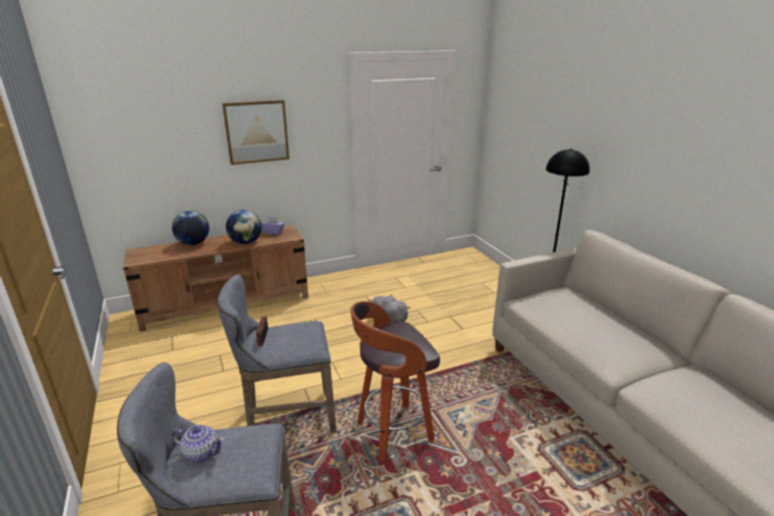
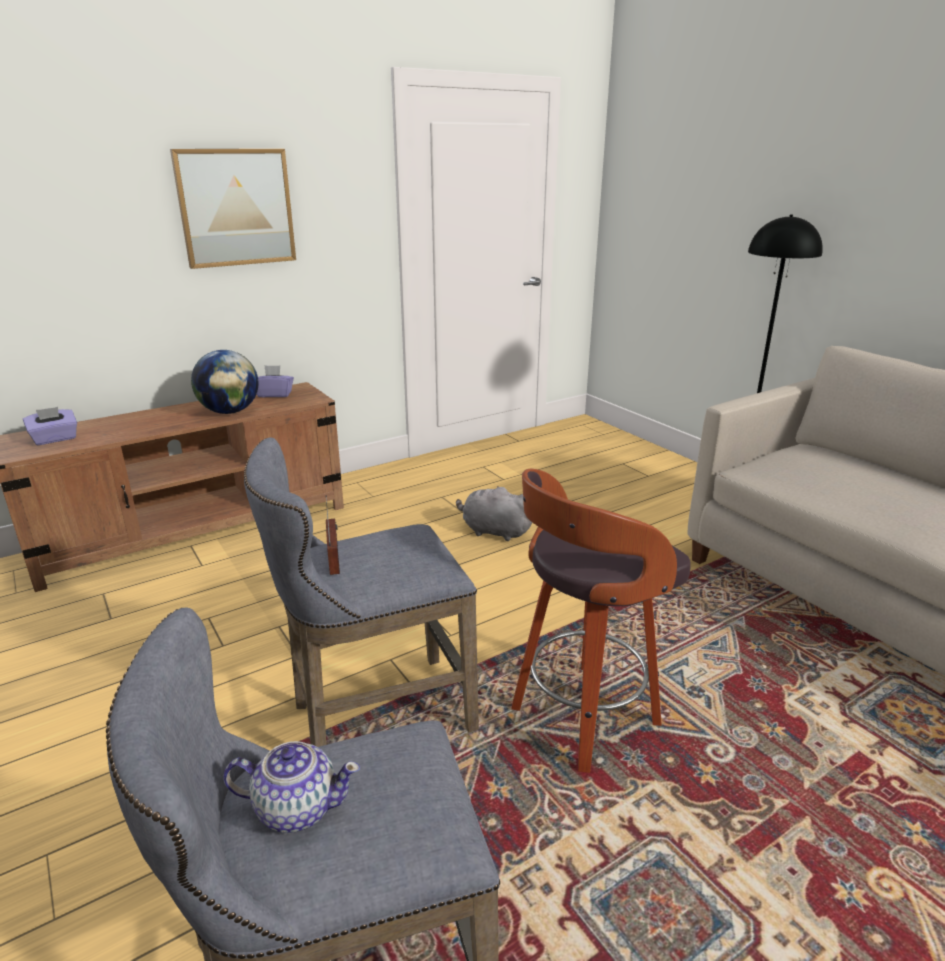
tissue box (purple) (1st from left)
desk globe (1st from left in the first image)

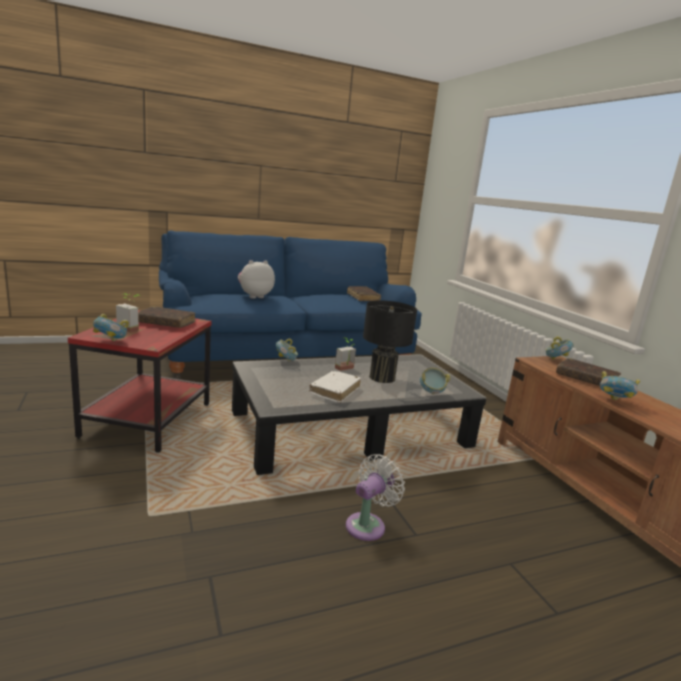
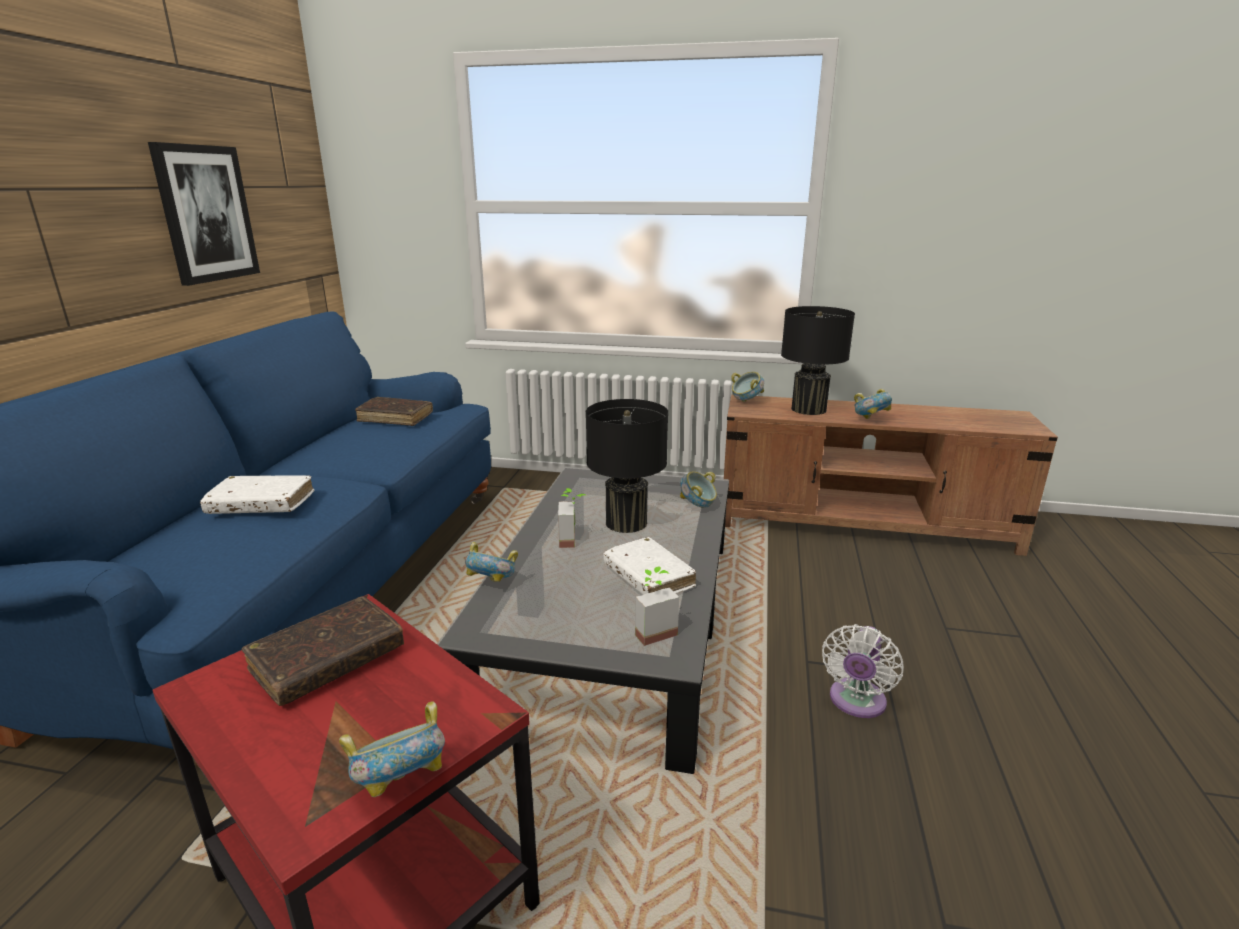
picture
volume (white) (1st from left)
potted plant (2nd from left)
tabletop lamp (blackish) (2nd from left)
electric fan (white)

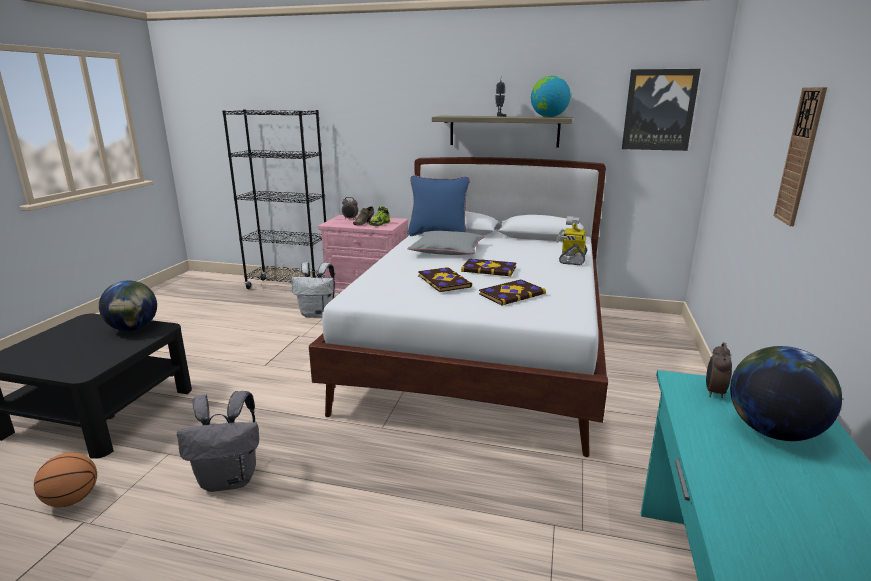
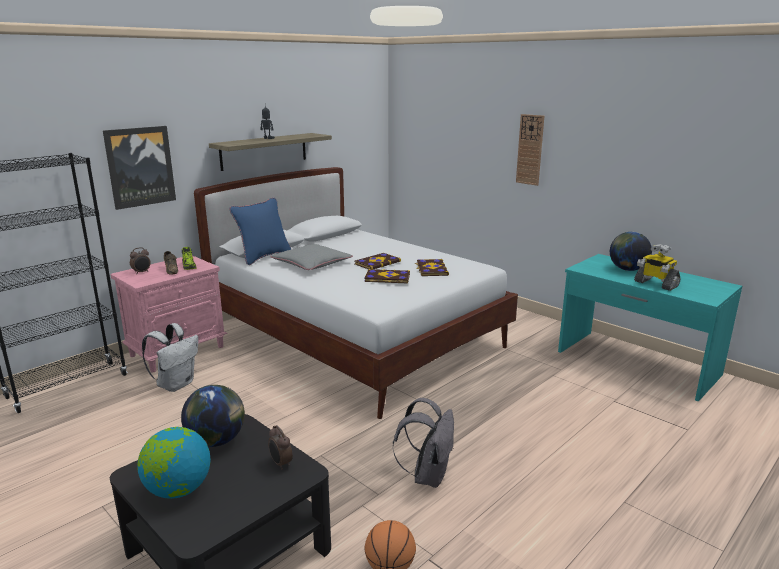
picture
desk globe (1st from left)
table clock (2nd from left)
toy robot (2nd from left)

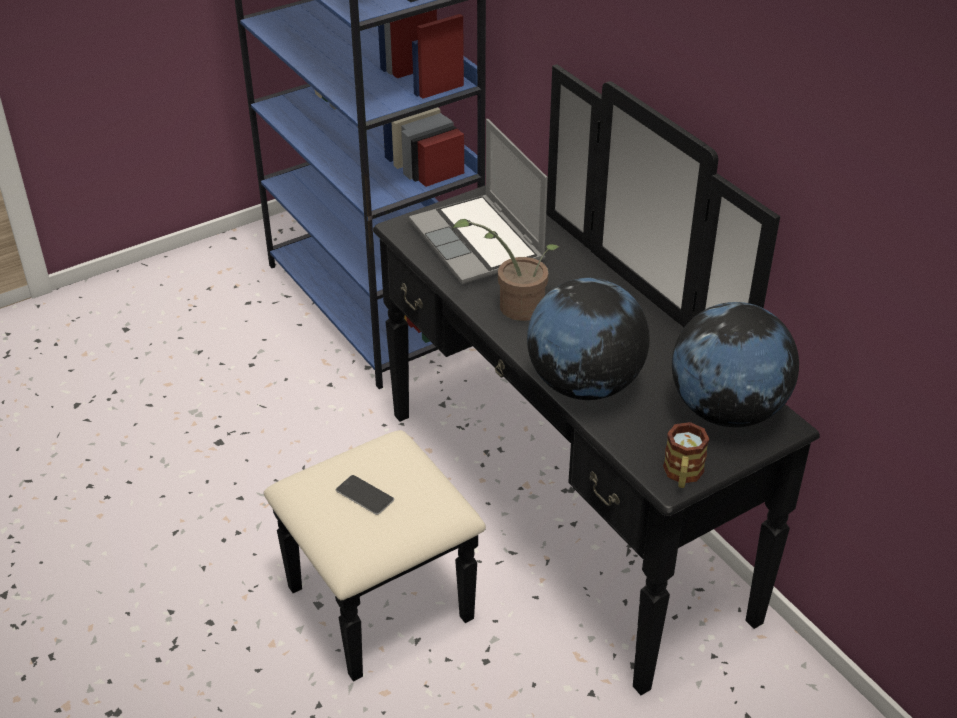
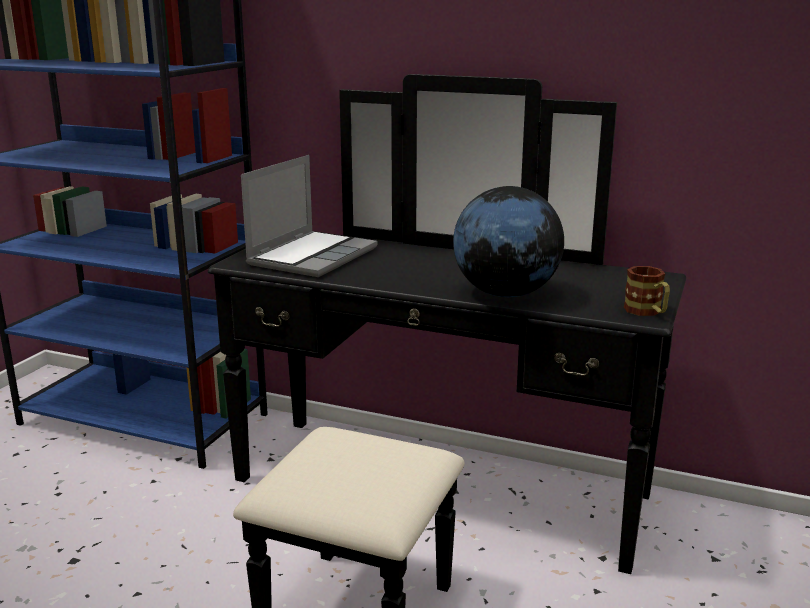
portable computer
handset
potted plant
desk globe (2nd from left in the first image)

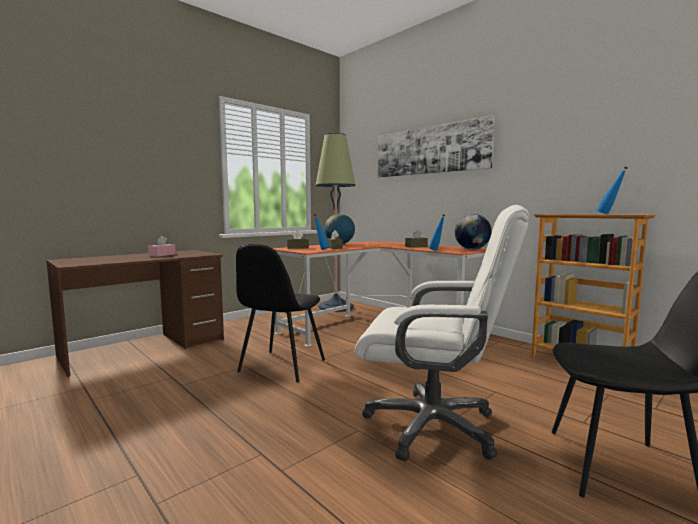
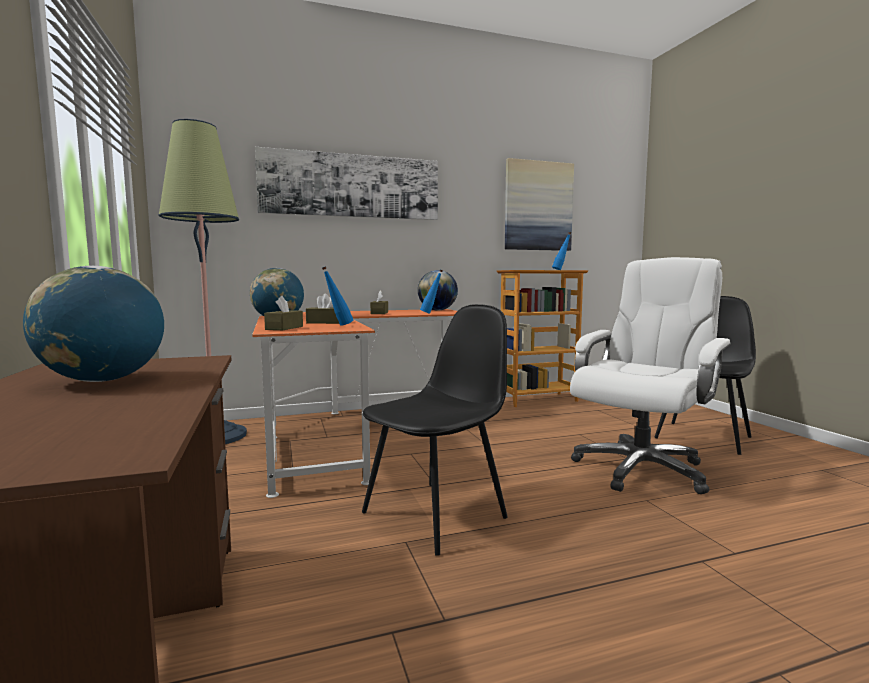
desk globe (1st from left)
upright chair (blackish) (1st from left)
picture (2nd from left)

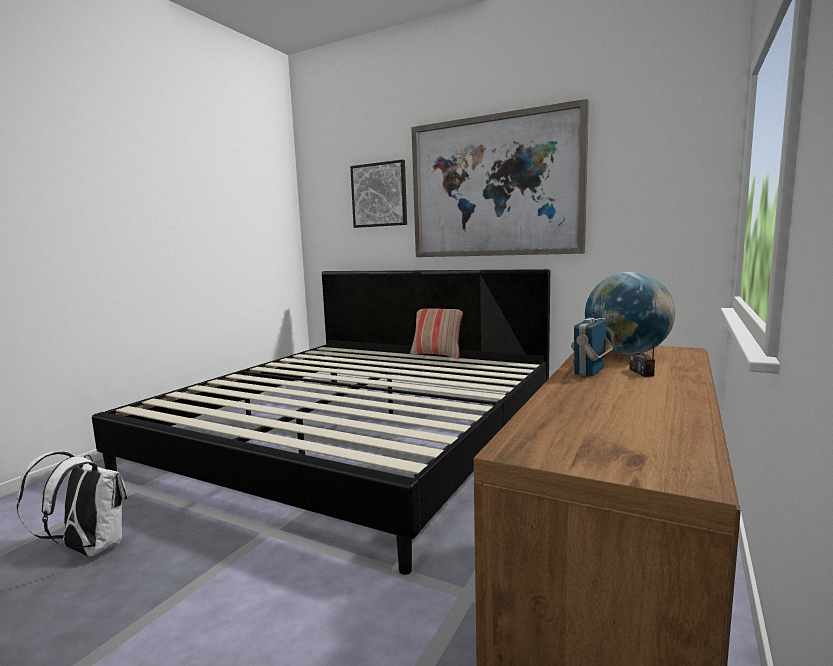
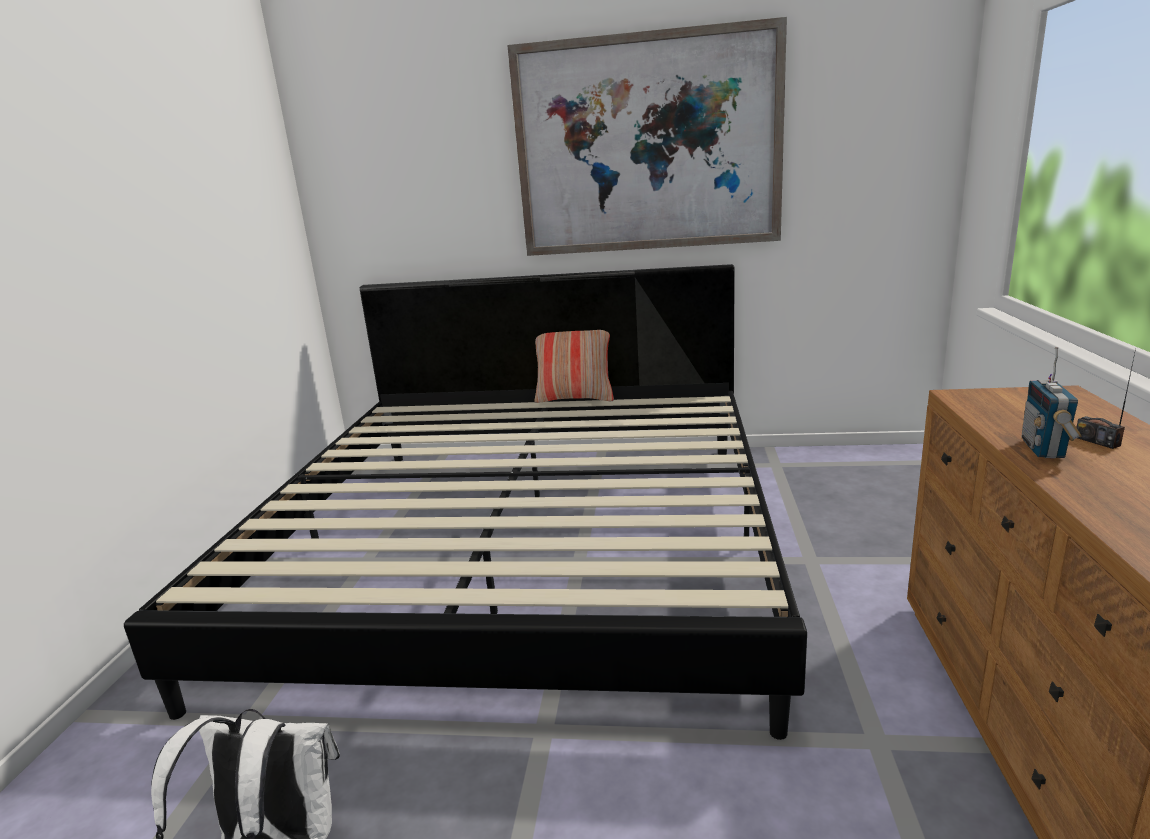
picture (1st from left in the first image)
desk globe

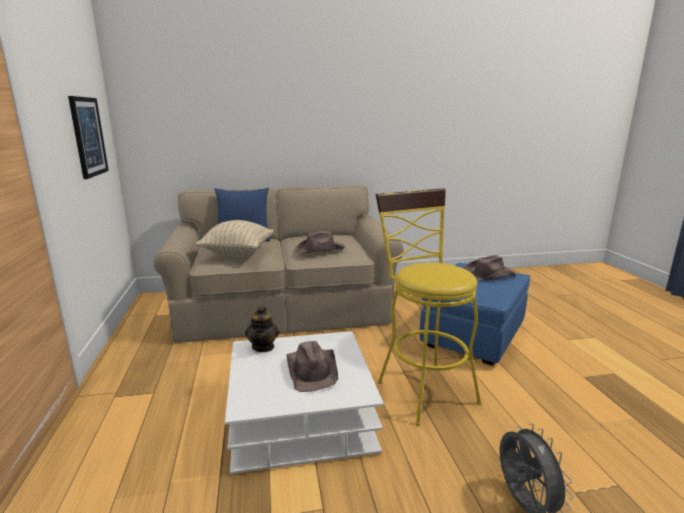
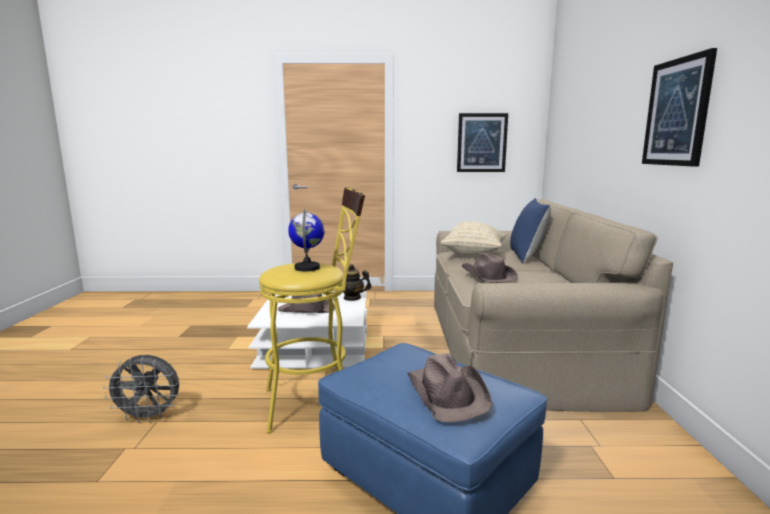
desk globe
picture (2nd from left)

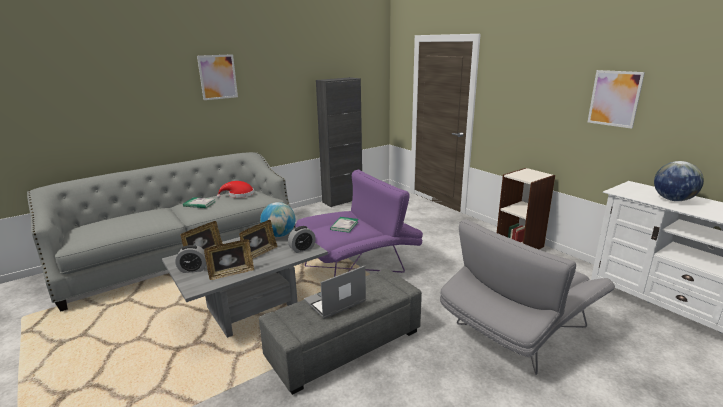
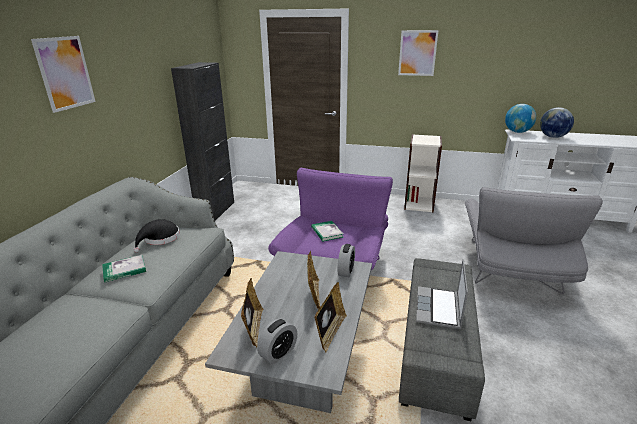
clothing hat (blackish)
picture (2nd from left)
desk globe (1st from left)

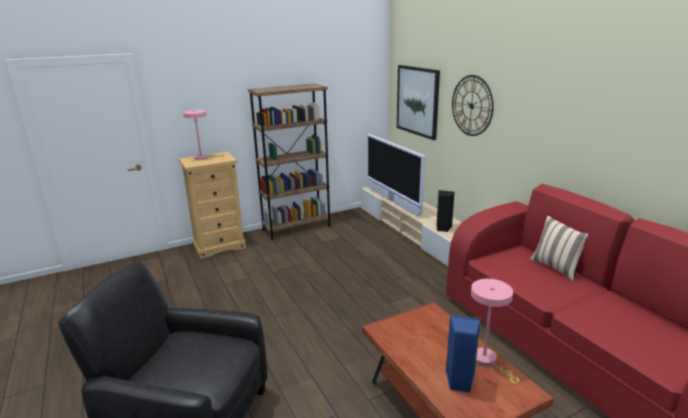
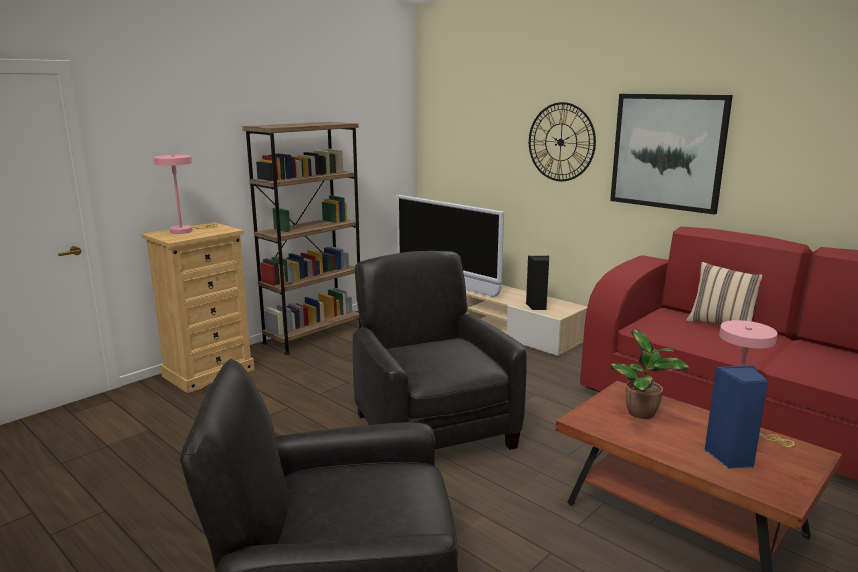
lounge chair (blackish) (2nd from left)
picture
potted plant

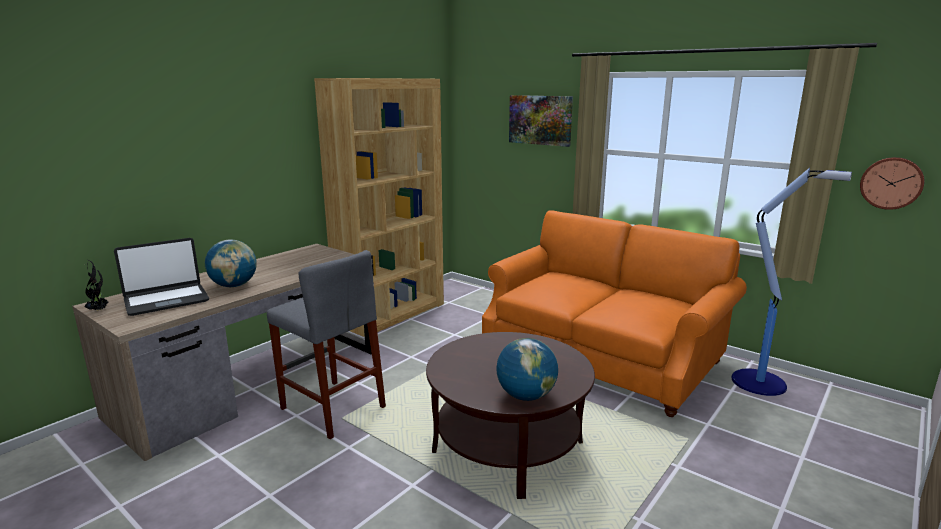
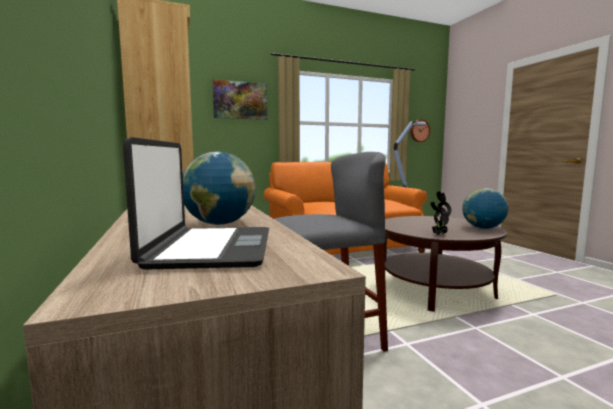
potted plant

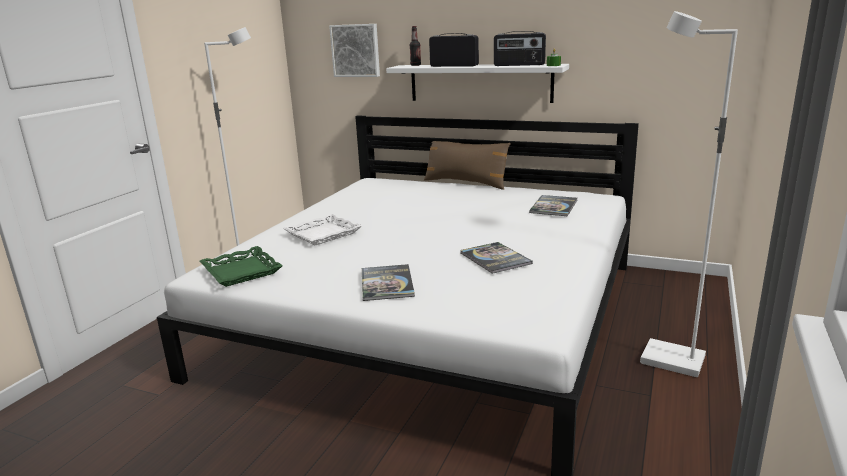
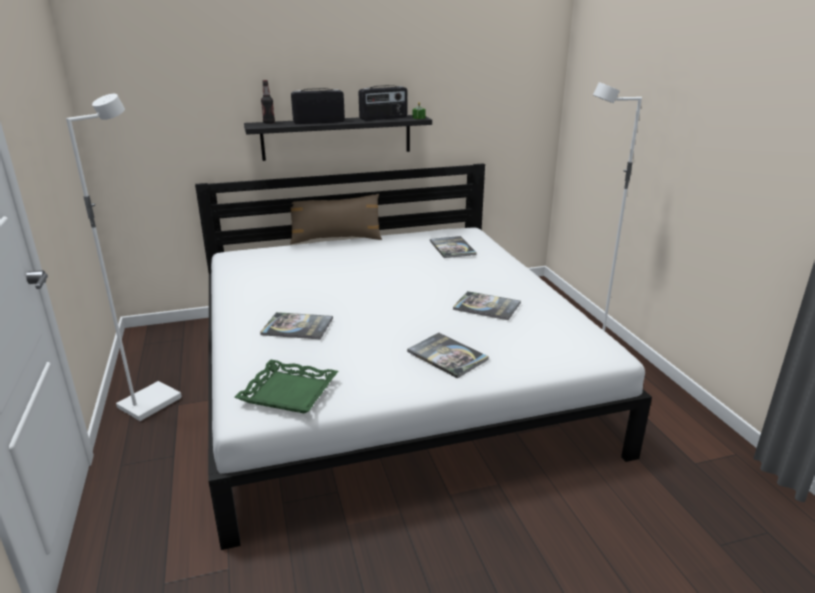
wall shelf (blackish)
volume (1st from left)
picture

